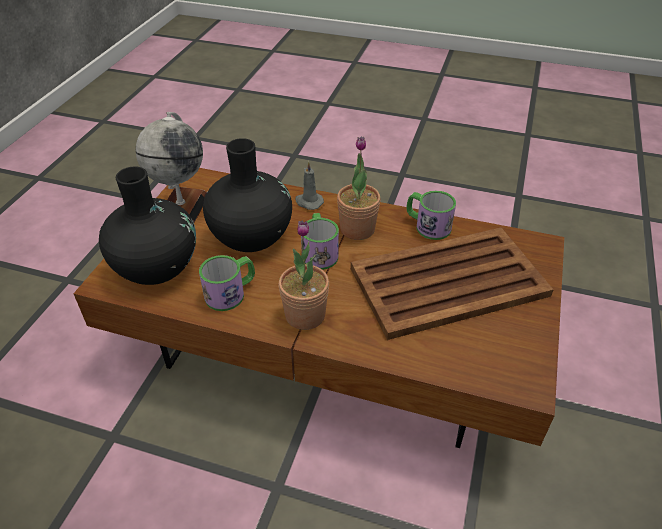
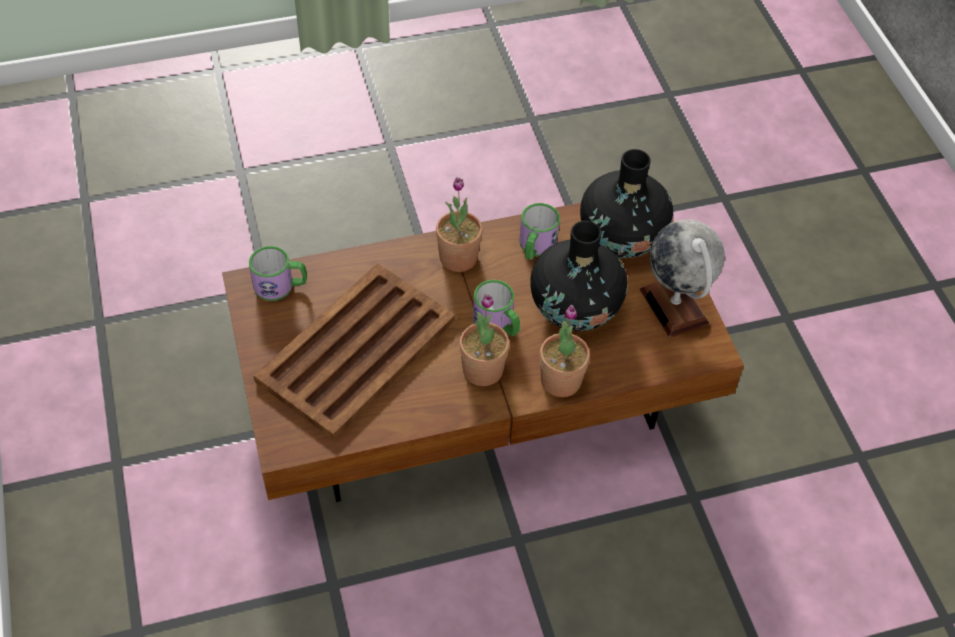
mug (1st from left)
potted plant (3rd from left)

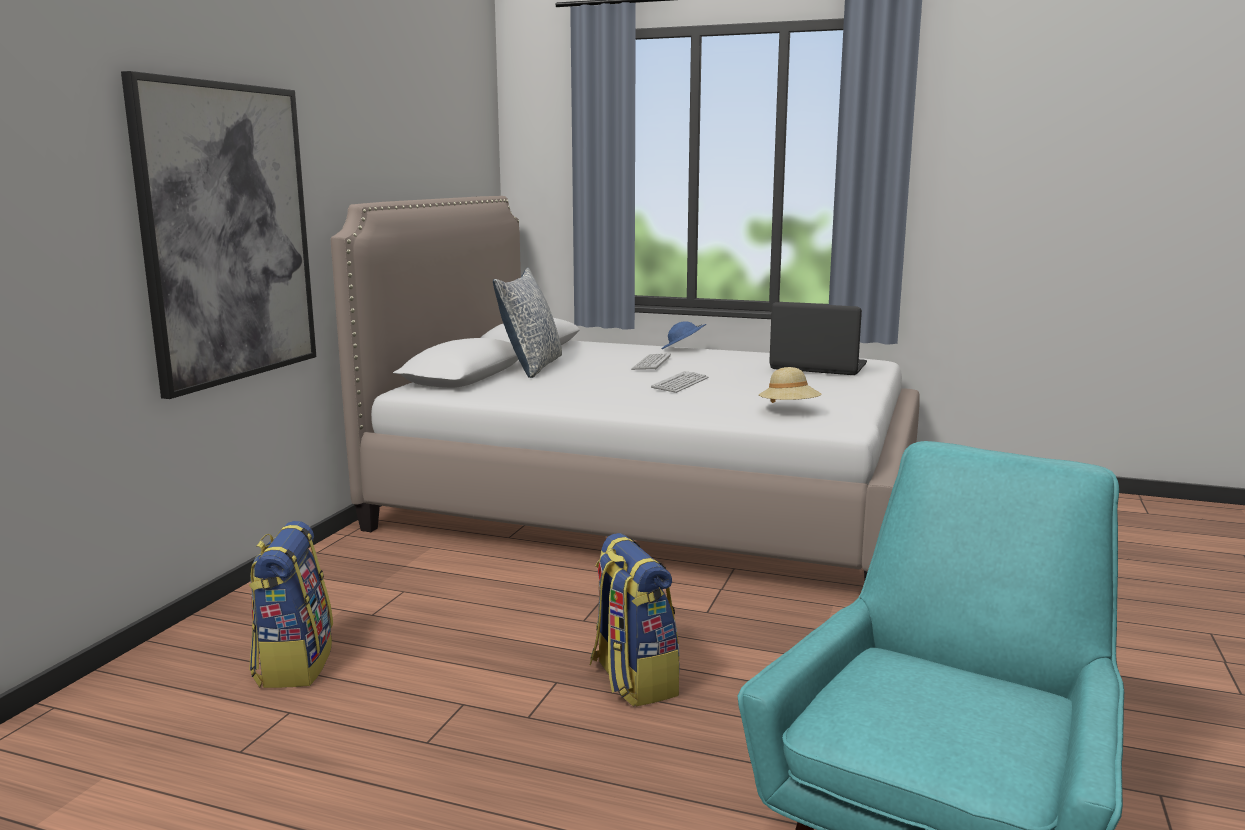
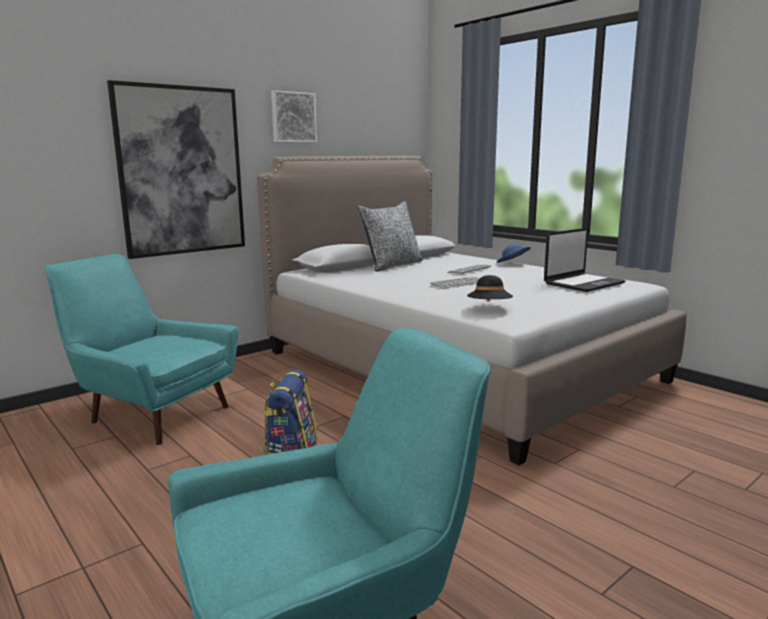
lounge chair (turquoise-coloured) (1st from left)
picture (2nd from left)
clothing hat (blackish)
portable computer

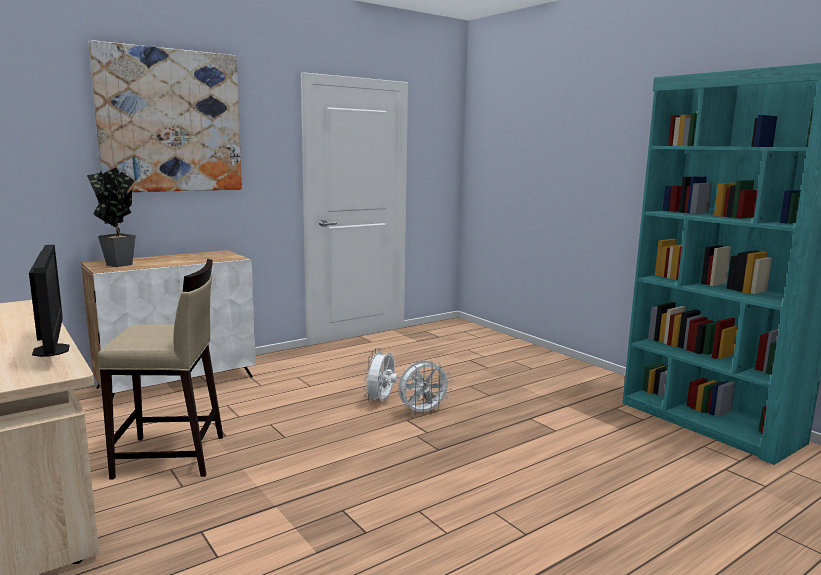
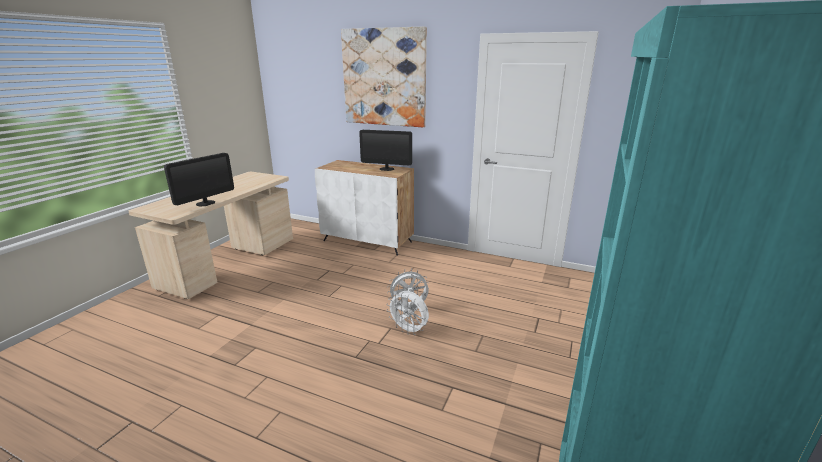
computer screen (2nd from left)
potted plant
sitting stool (beige-coloured)

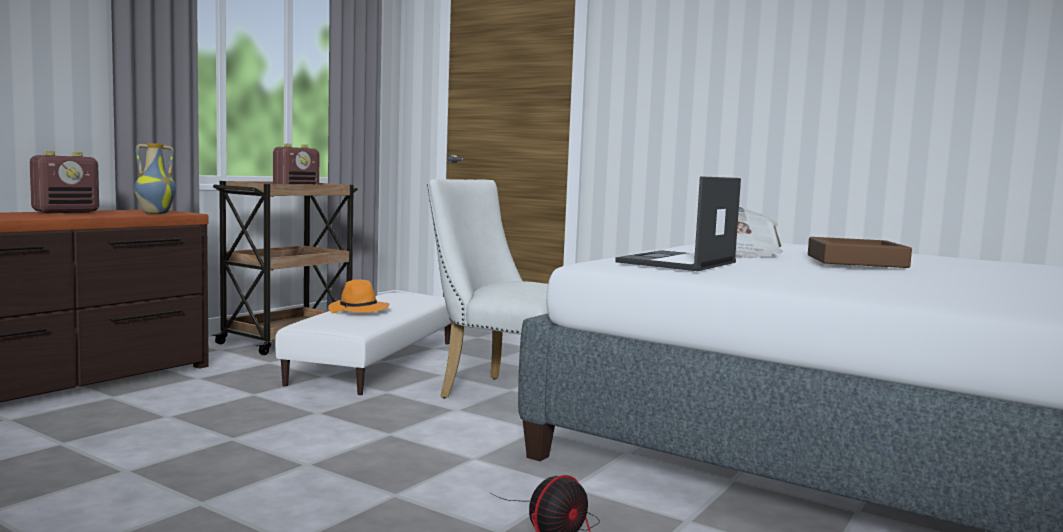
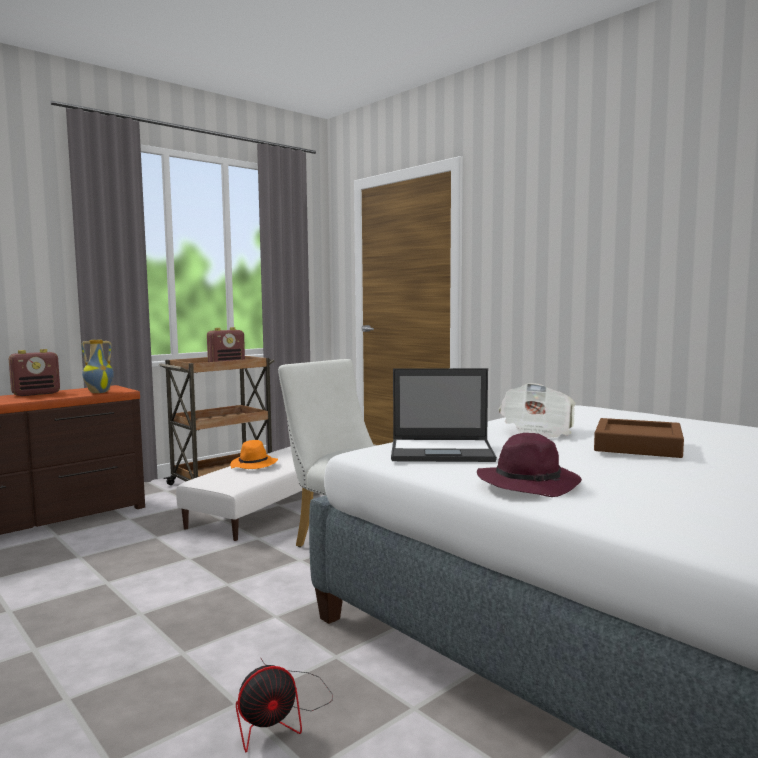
portable computer
clothing hat (purple)

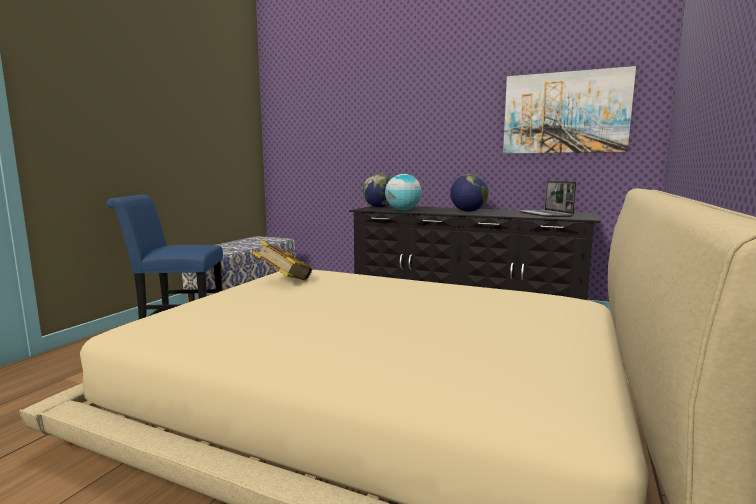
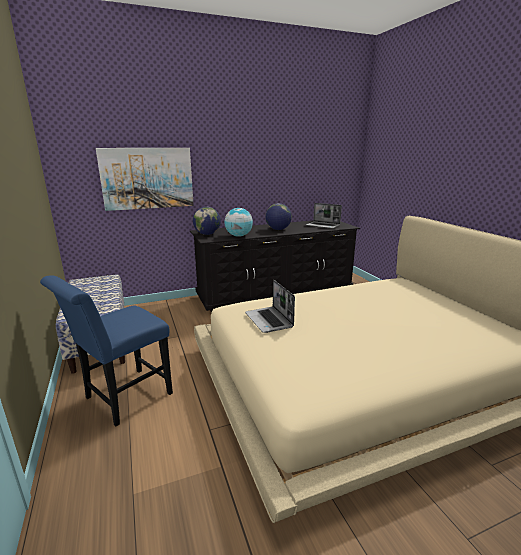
picture
portable computer (1st from left)

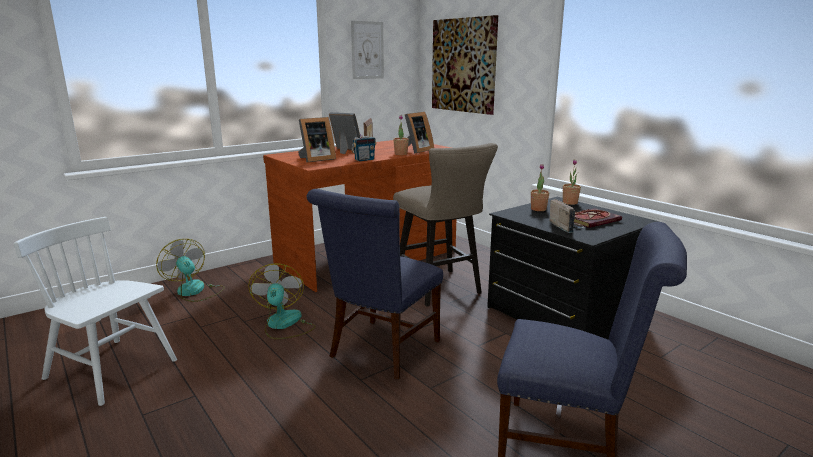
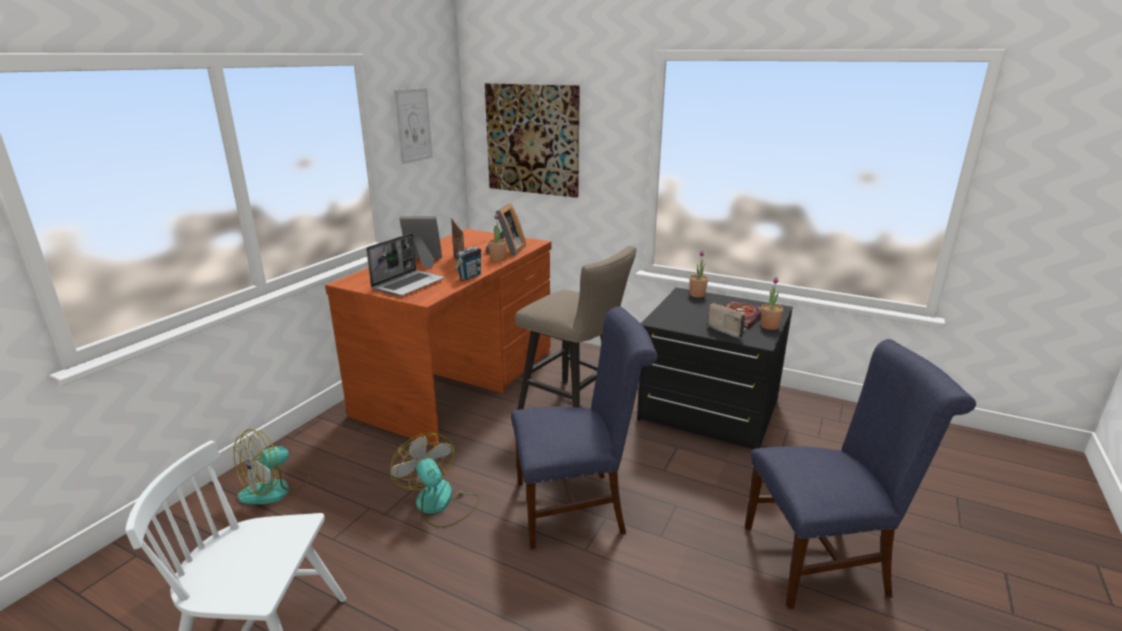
electric fan (1st from left)
portable computer
upright chair (blue-coloured) (1st from left)
potted plant (3rd from left)

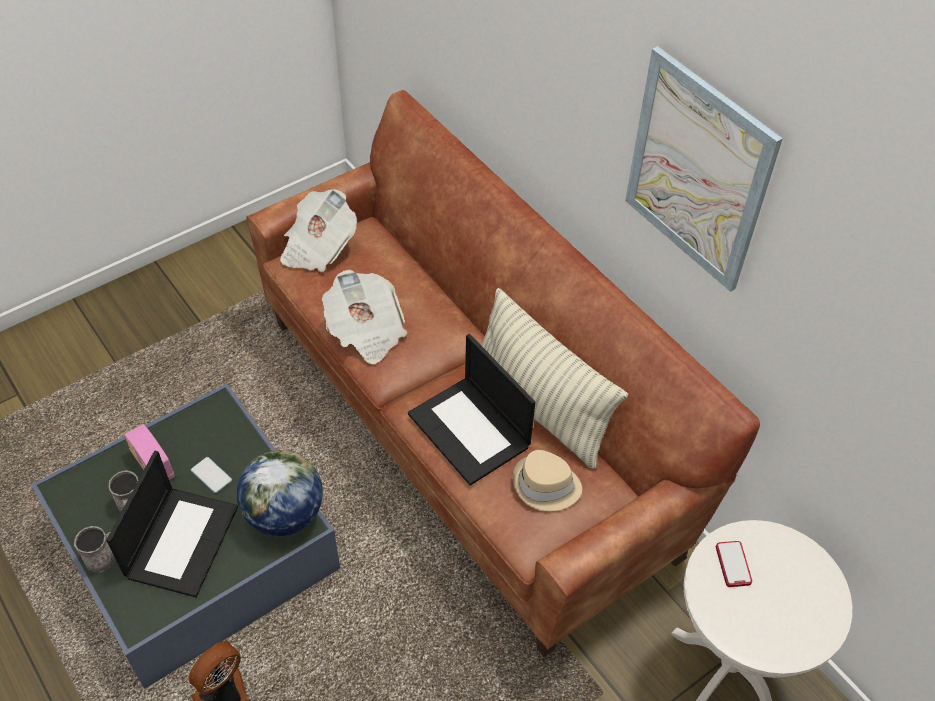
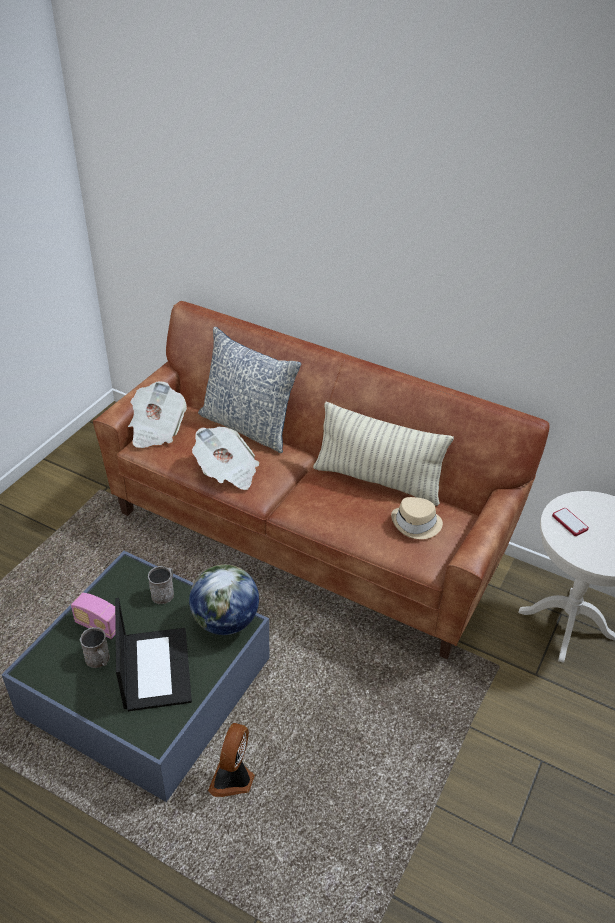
mug (greyish) (2nd from left)
throw pillow (1st from left)
handset (1st from left in the first image)
portable computer (2nd from left in the first image)
picture

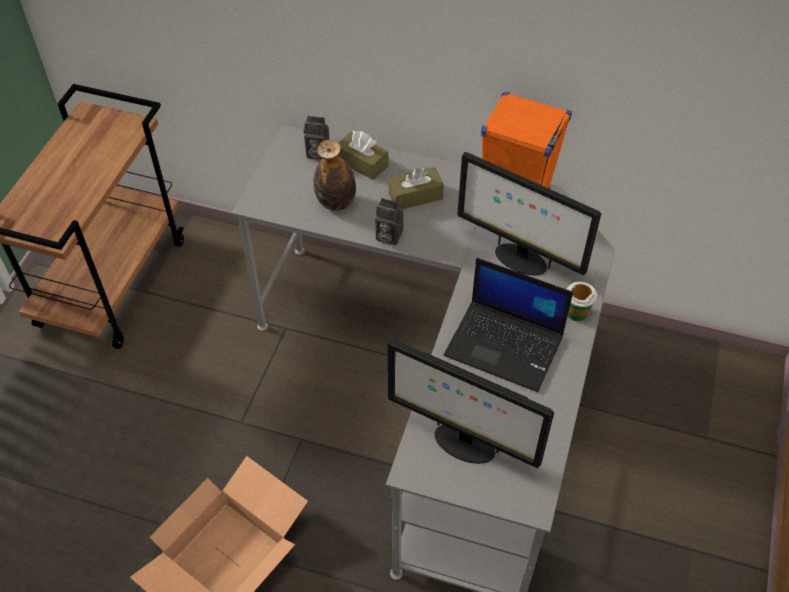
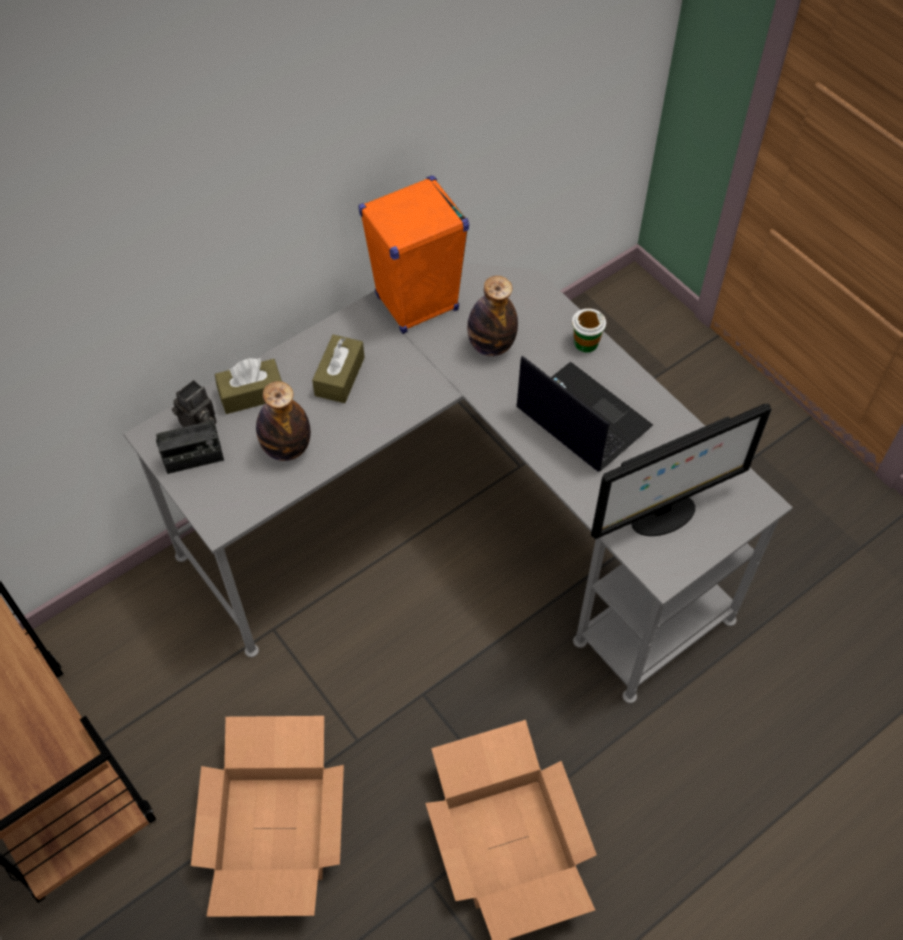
radio receiver
cardboard box (1st from left)
bottle (2nd from left)
portable computer
photo camera (2nd from left in the first image)

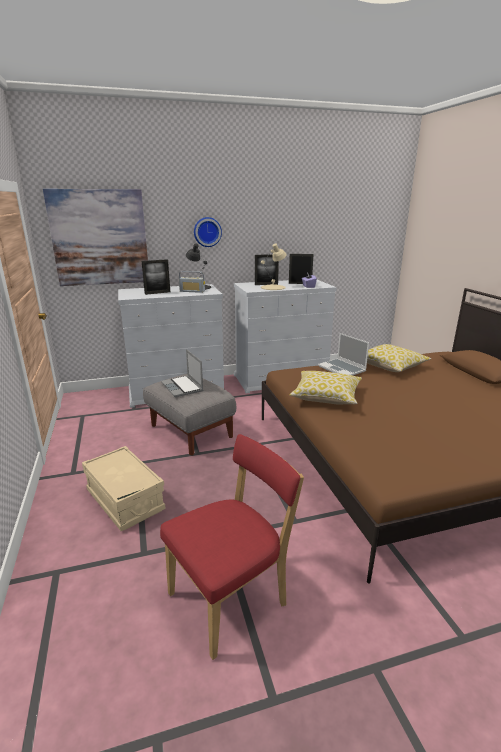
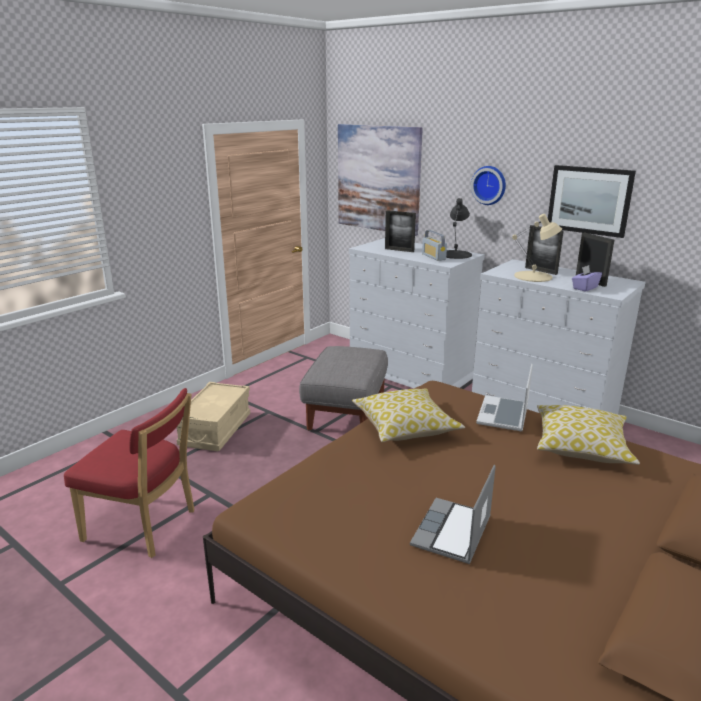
portable computer (1st from left)
picture (2nd from left)

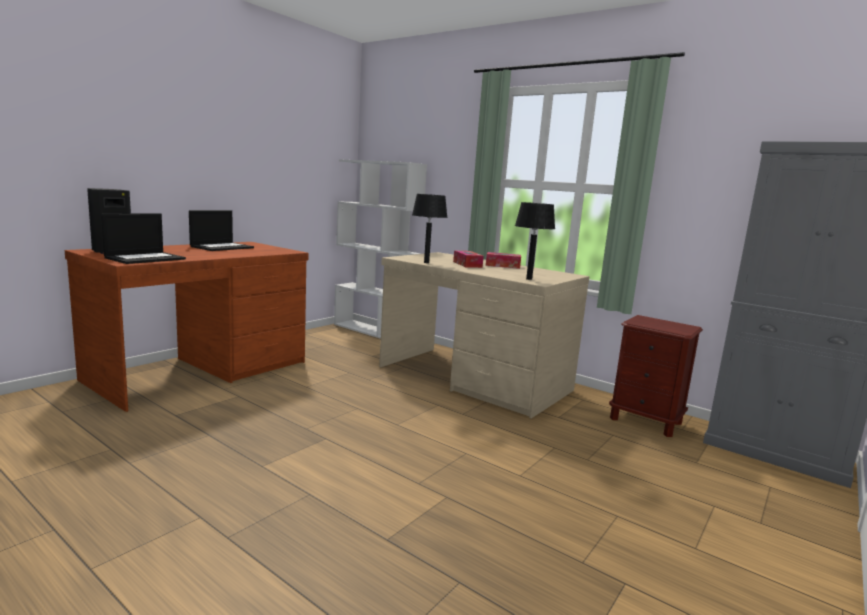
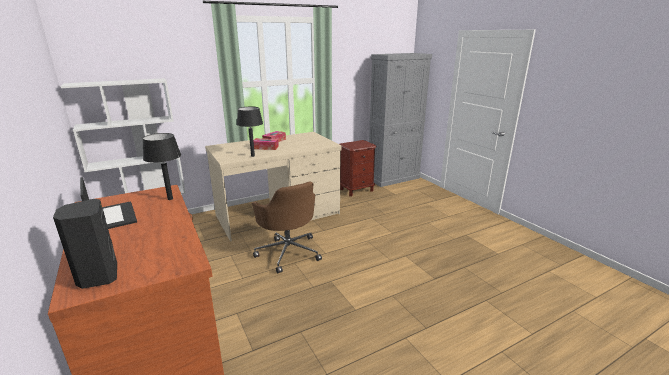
tabletop lamp (blackish) (1st from left)
computer chair (brown)
portable computer (1st from left in the first image)

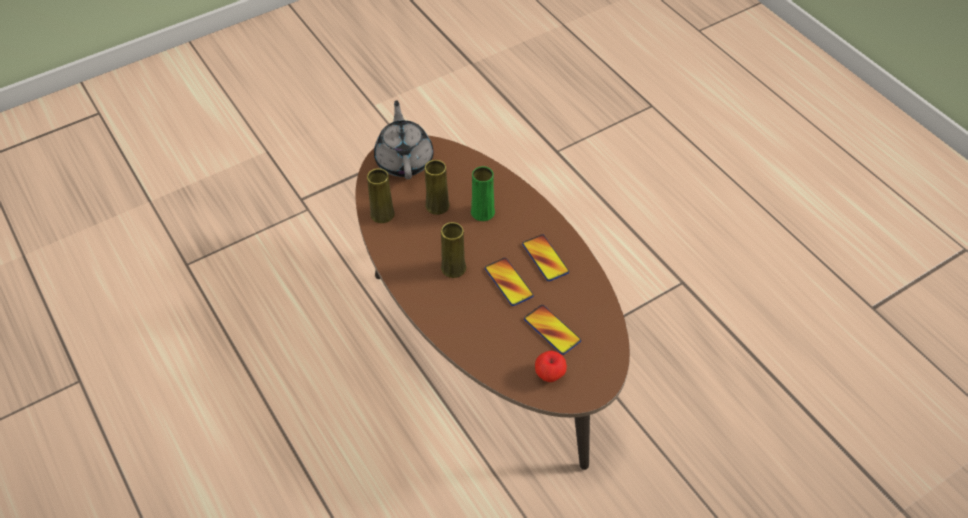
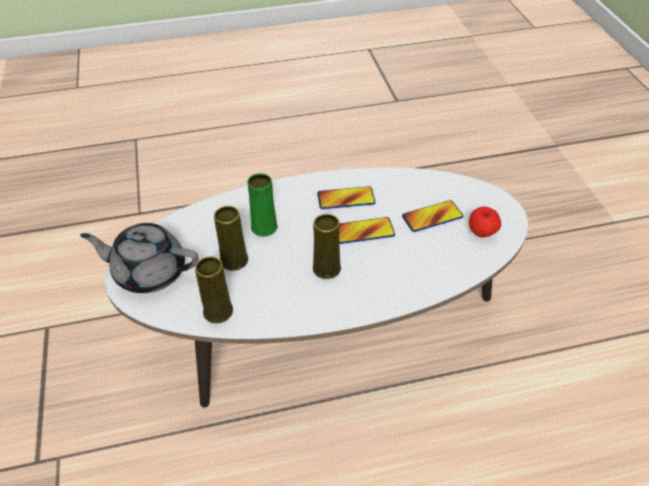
coffee table (white)

